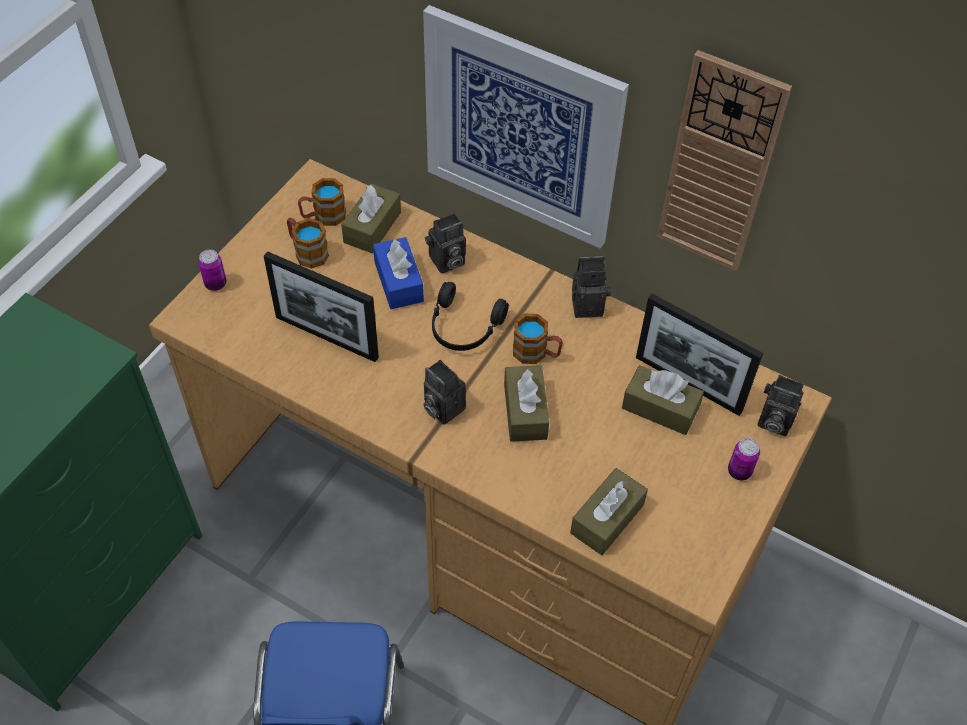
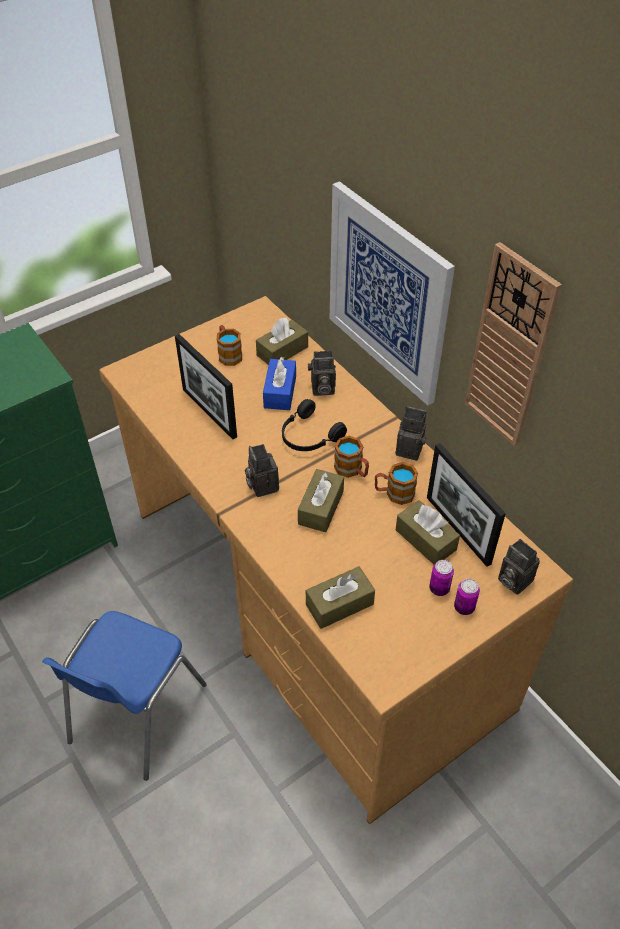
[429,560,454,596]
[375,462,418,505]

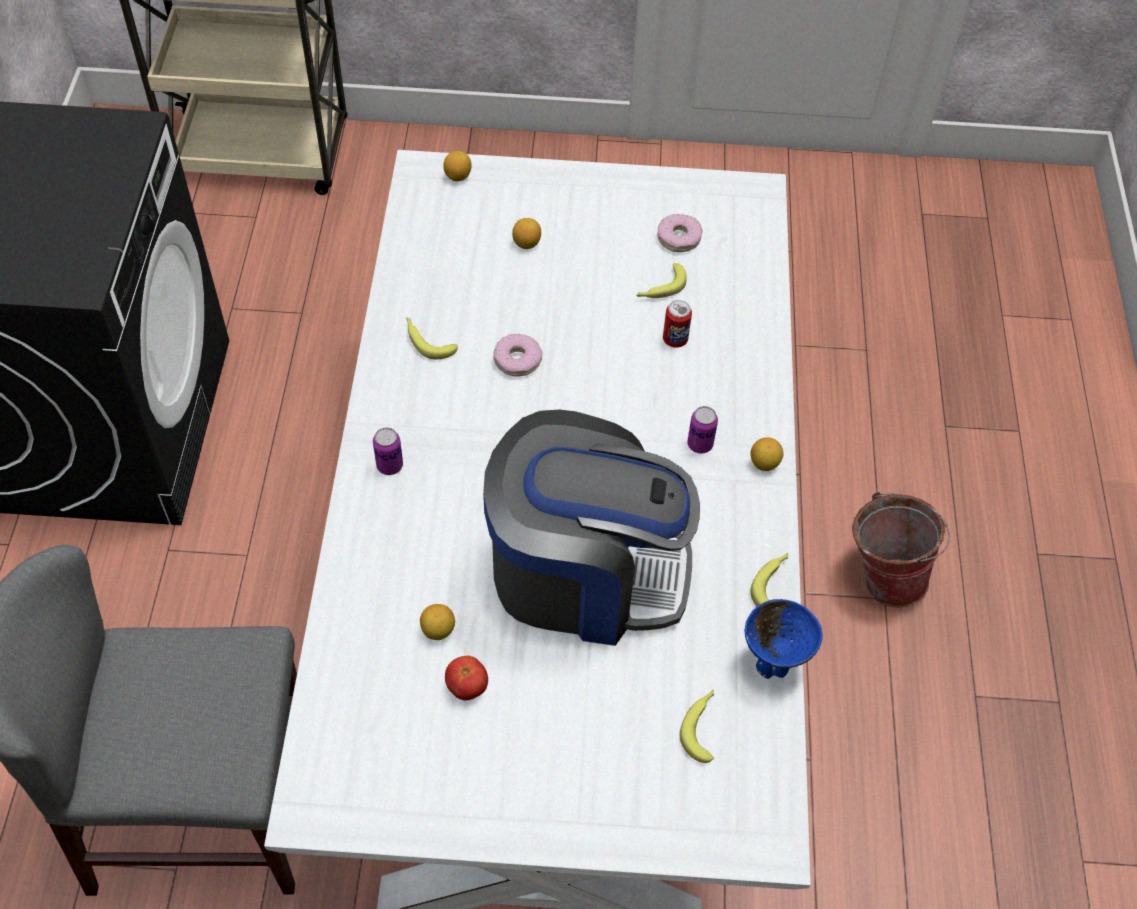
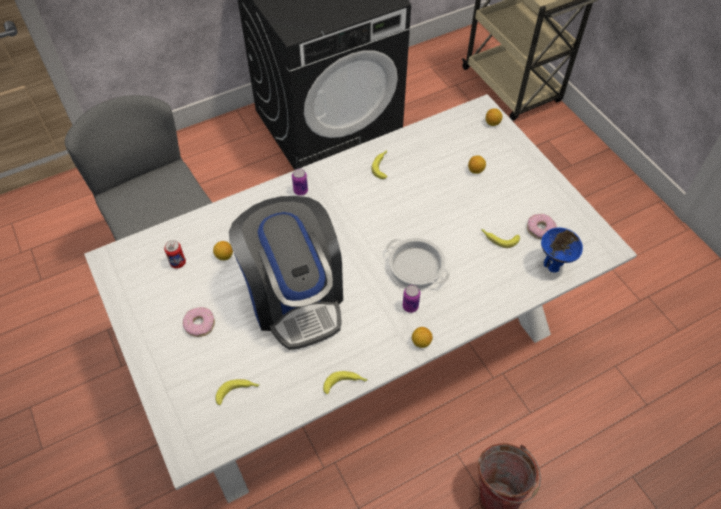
[445,656,488,700] (first image)
[183,307,215,337]
[164,240,186,269]
[541,228,583,272]
[386,238,450,289]

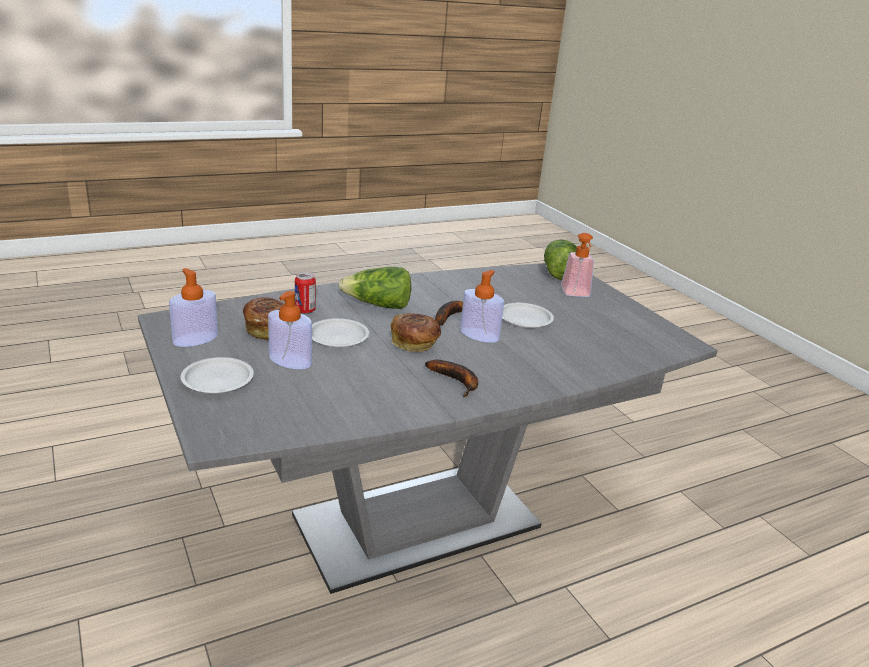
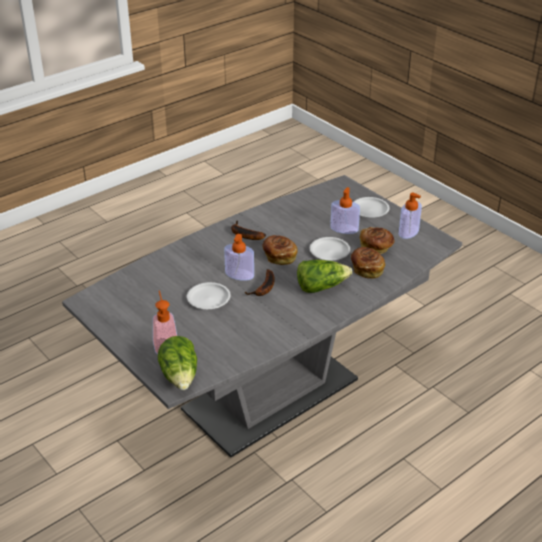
[351,247,385,279]

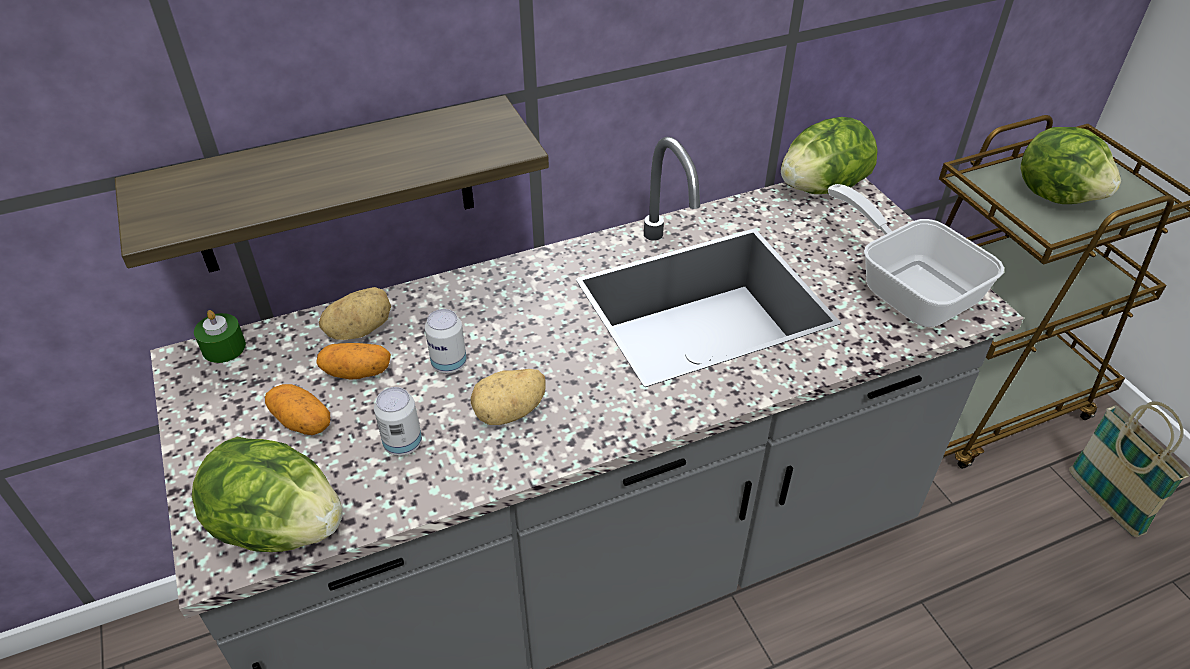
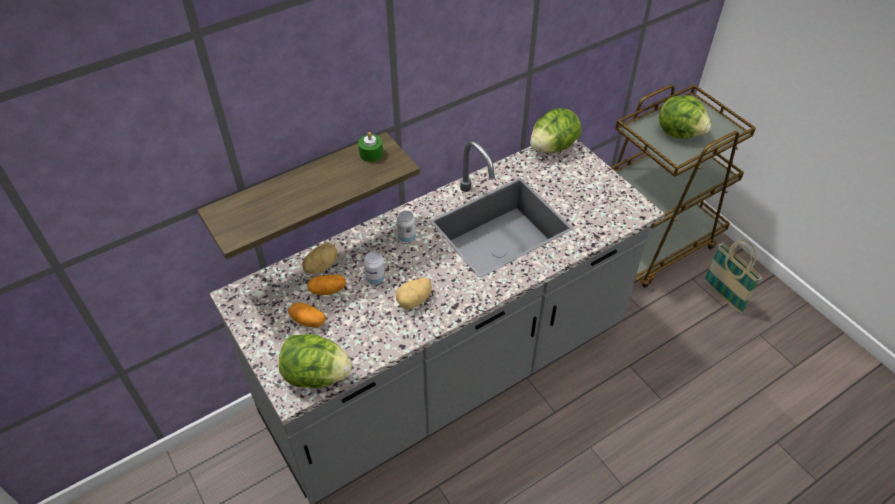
[358,132,383,162]
[397,211,416,243]
[828,184,1004,327] (first image)

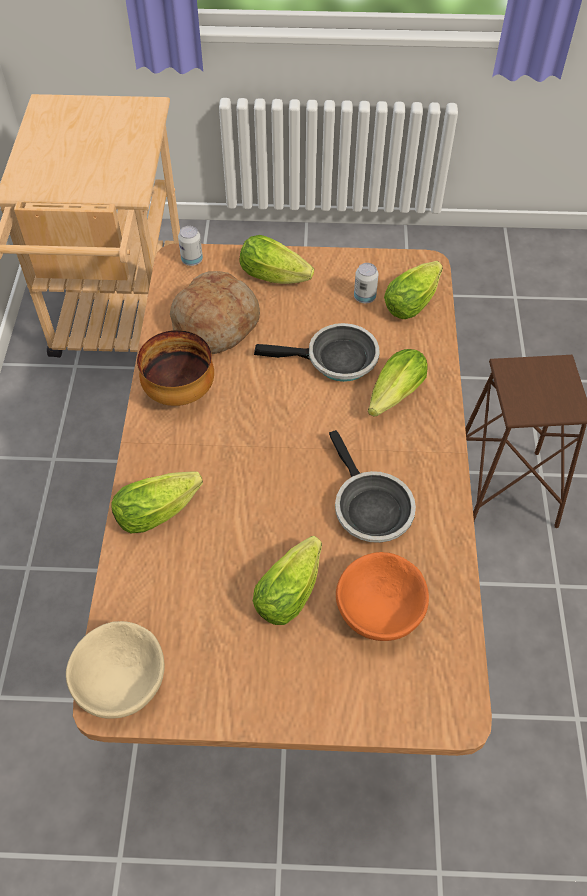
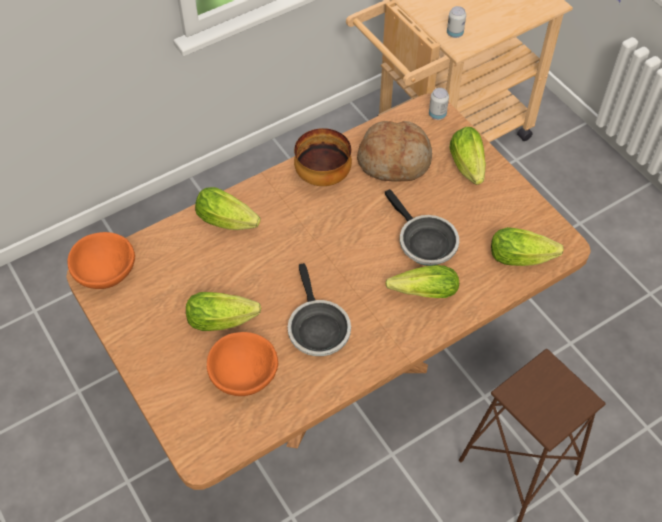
[68,232,135,289]
[288,263,351,356]
[447,6,466,38]

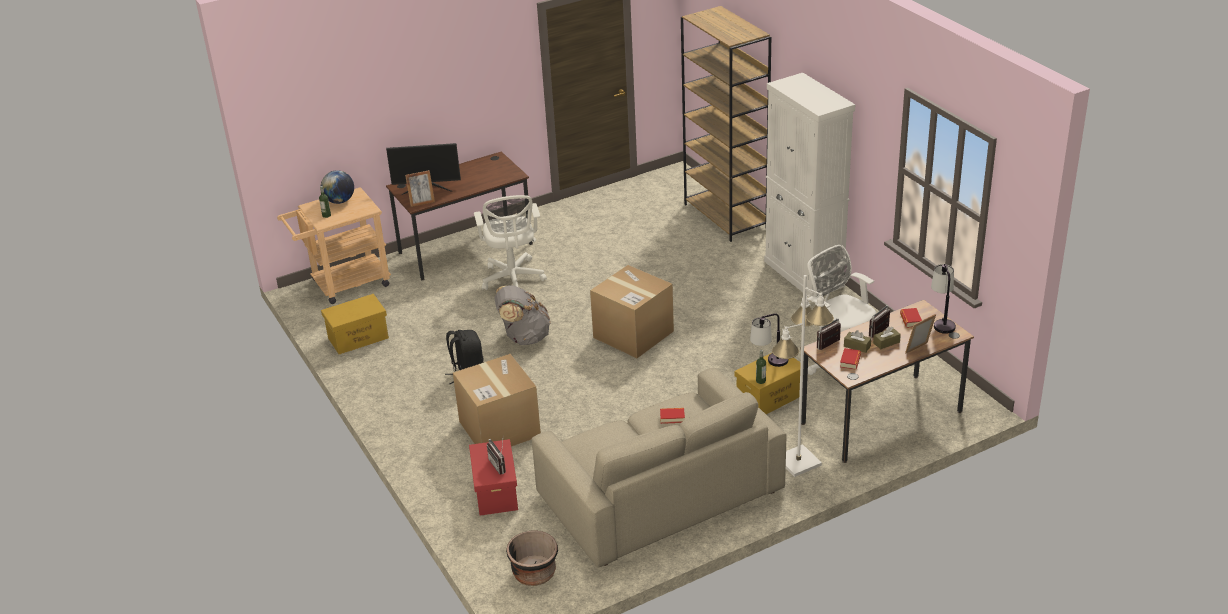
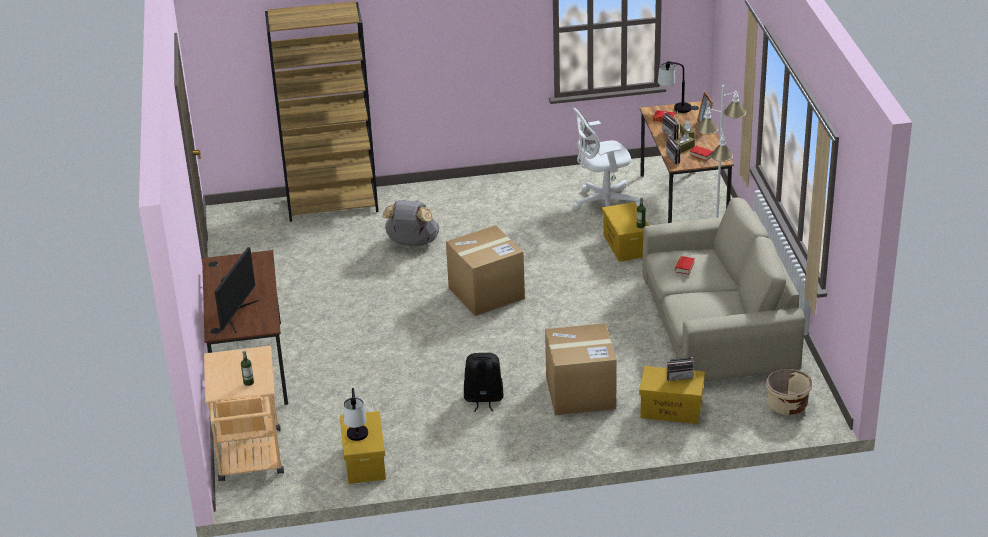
[321,171,354,204] (first image)
[405,170,435,207] (first image)
[639,366,705,424]
[474,195,547,290] (first image)
[382,200,439,246]
[766,369,812,415]
[344,388,368,441]
[764,73,855,297] (first image)

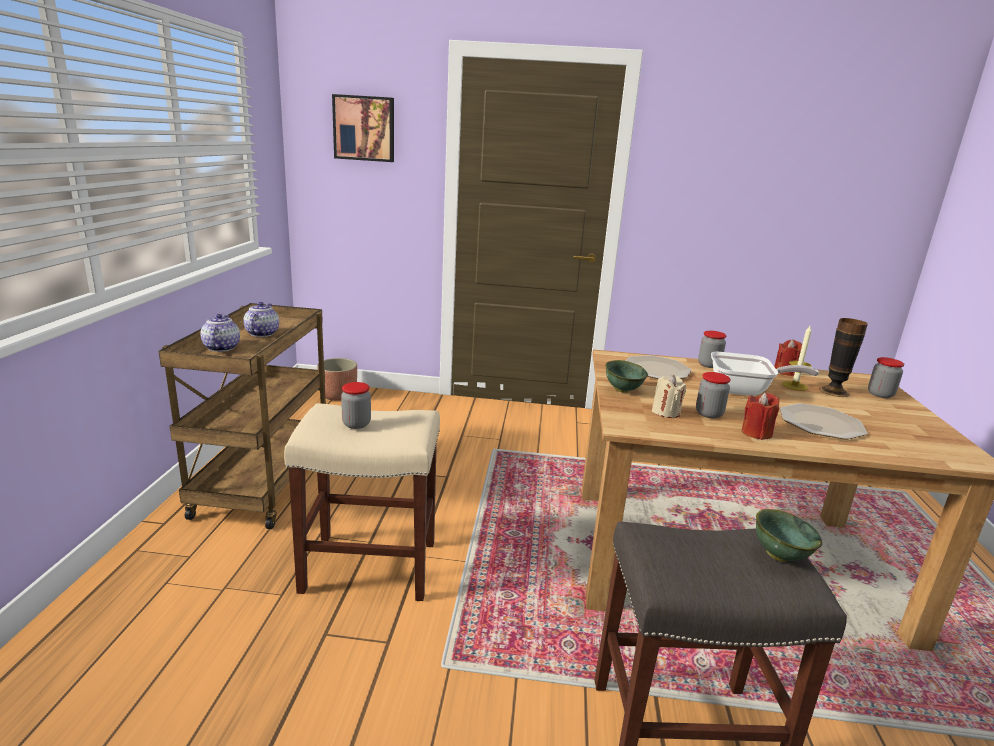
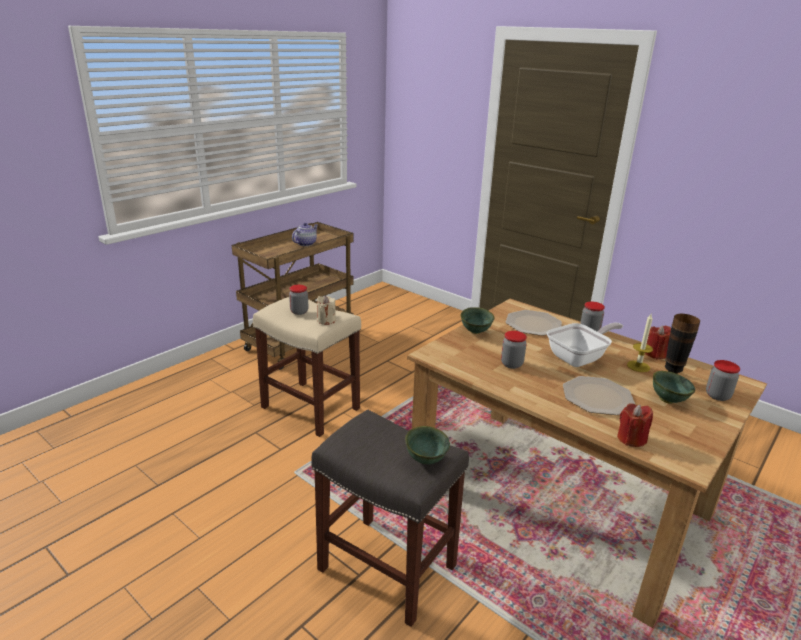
[200,314,240,352] (first image)
[317,358,357,401] (first image)
[332,94,394,162] (first image)
[317,296,336,325]
[547,323,623,367]
[617,403,653,447]
[653,371,695,404]

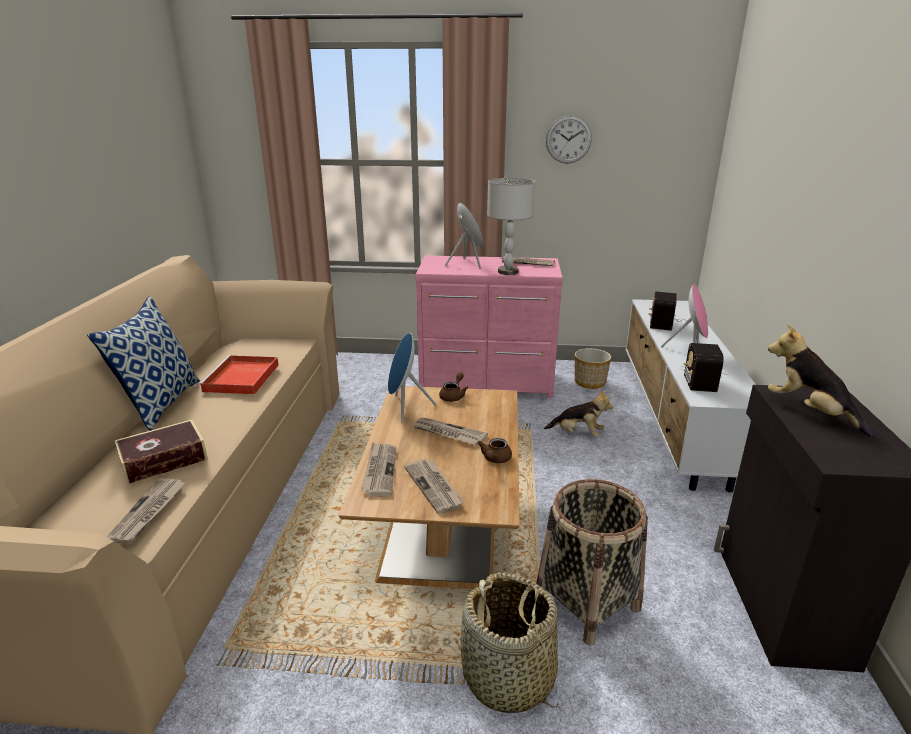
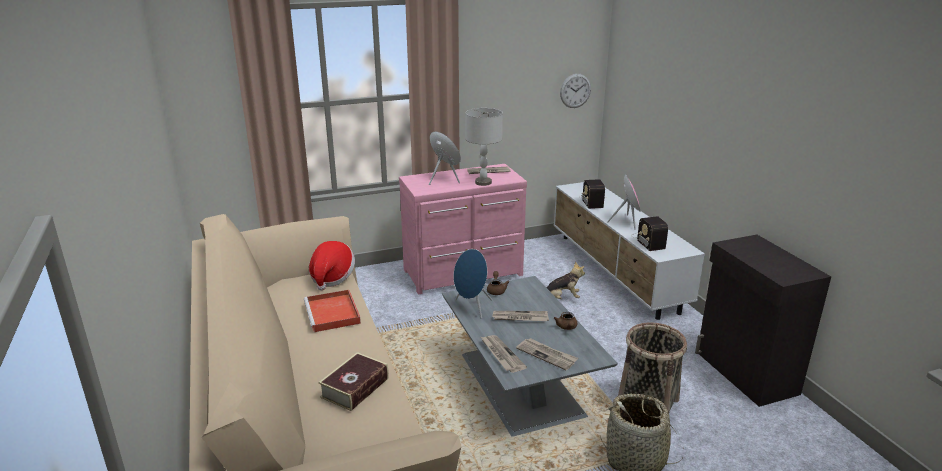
[87,296,200,431] (first image)
[107,479,185,543] (first image)
[442,276,618,437]
[560,74,591,108]
[574,348,611,389] (first image)
[768,324,873,436] (first image)
[309,241,355,290]

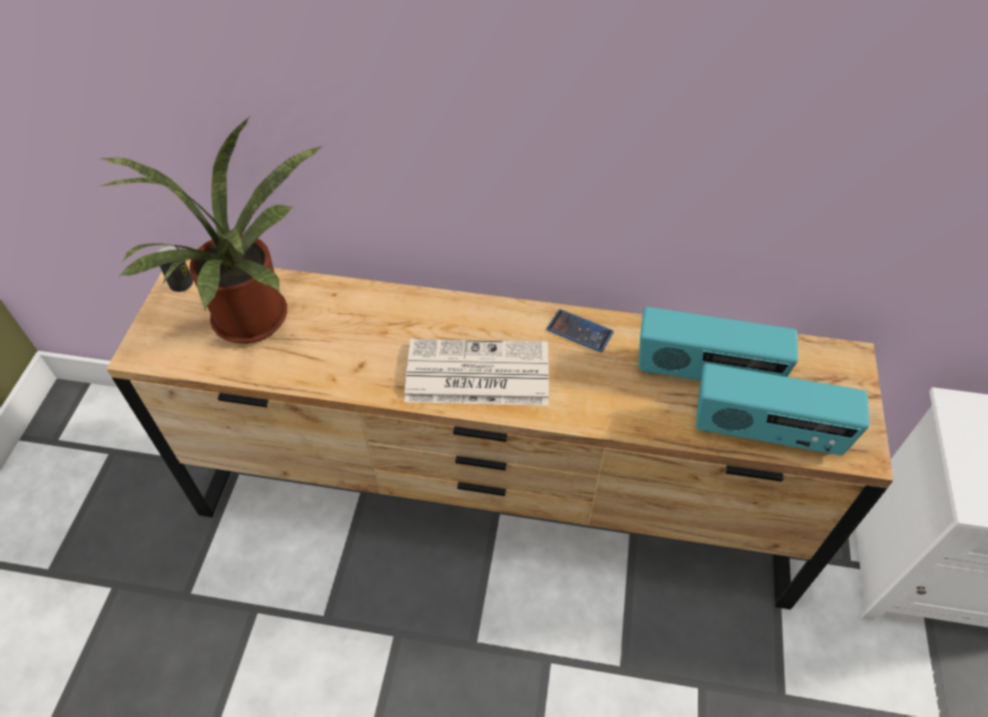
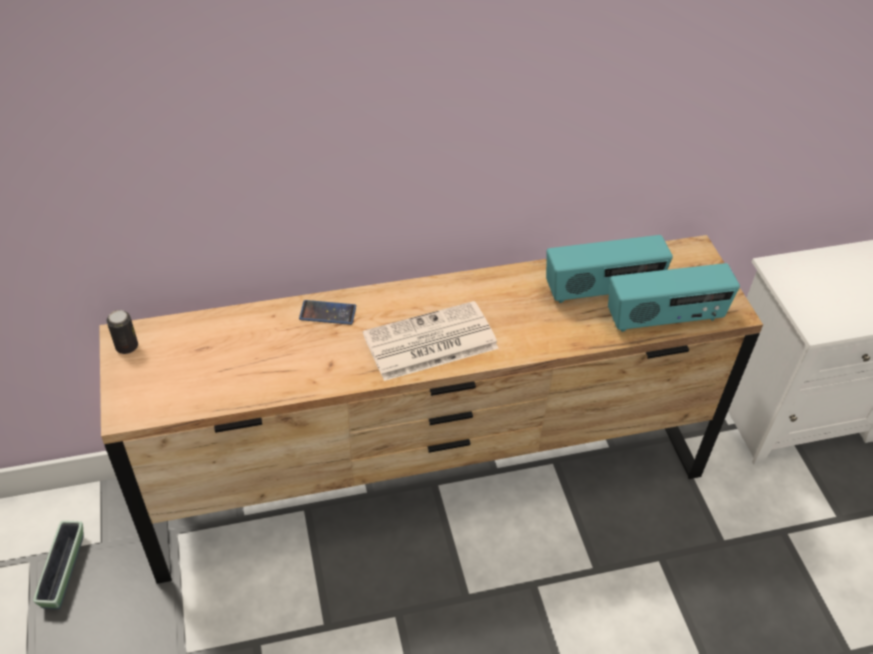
[101,118,321,344] (first image)
[299,300,356,325]
[33,520,84,610]

